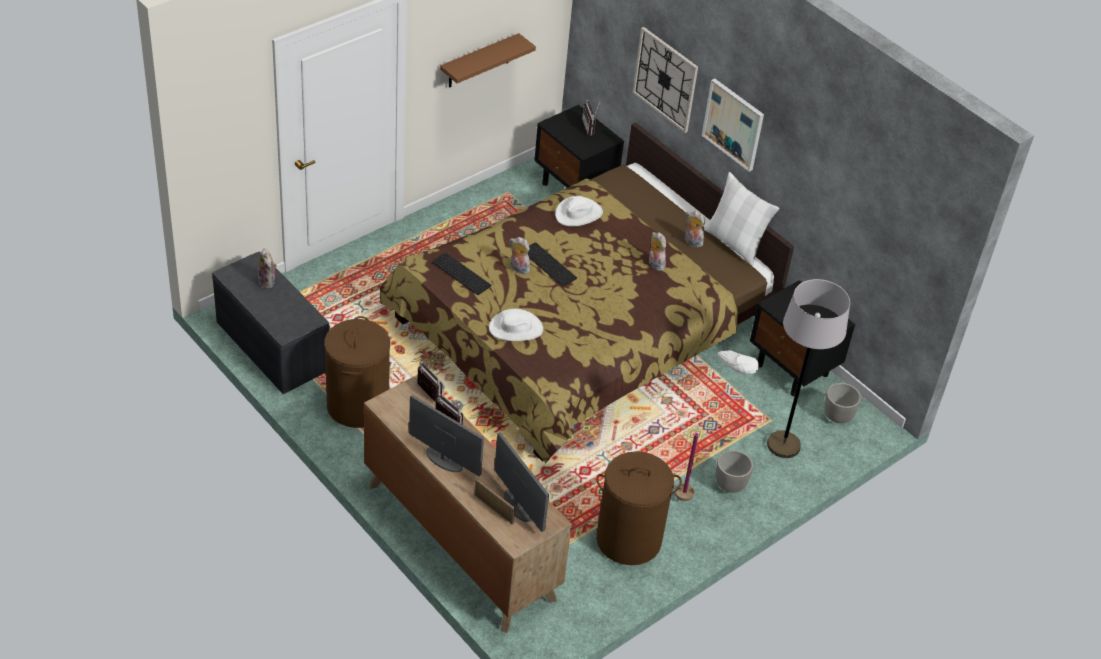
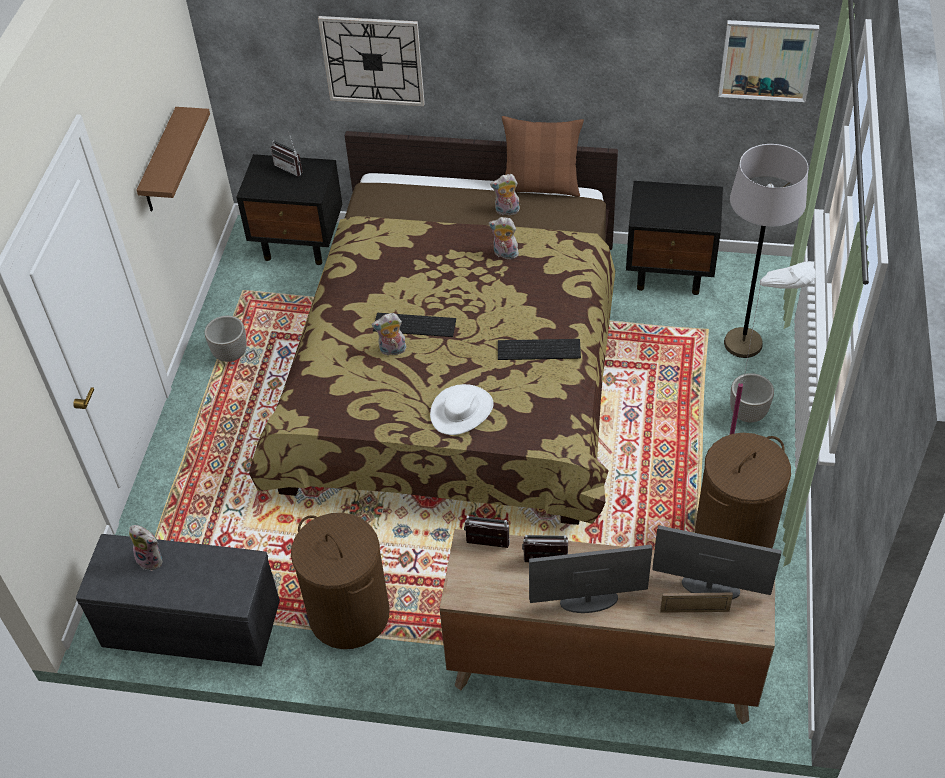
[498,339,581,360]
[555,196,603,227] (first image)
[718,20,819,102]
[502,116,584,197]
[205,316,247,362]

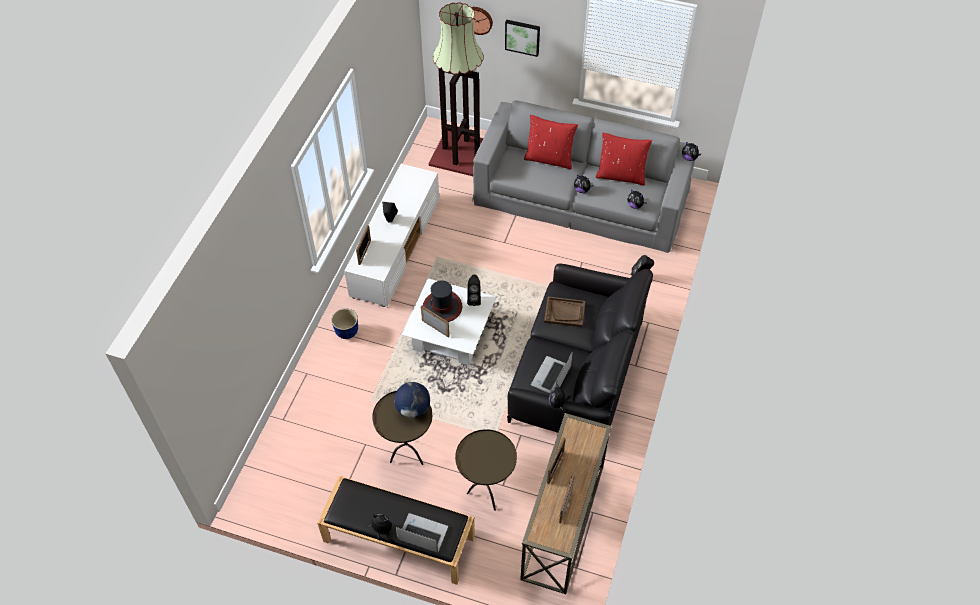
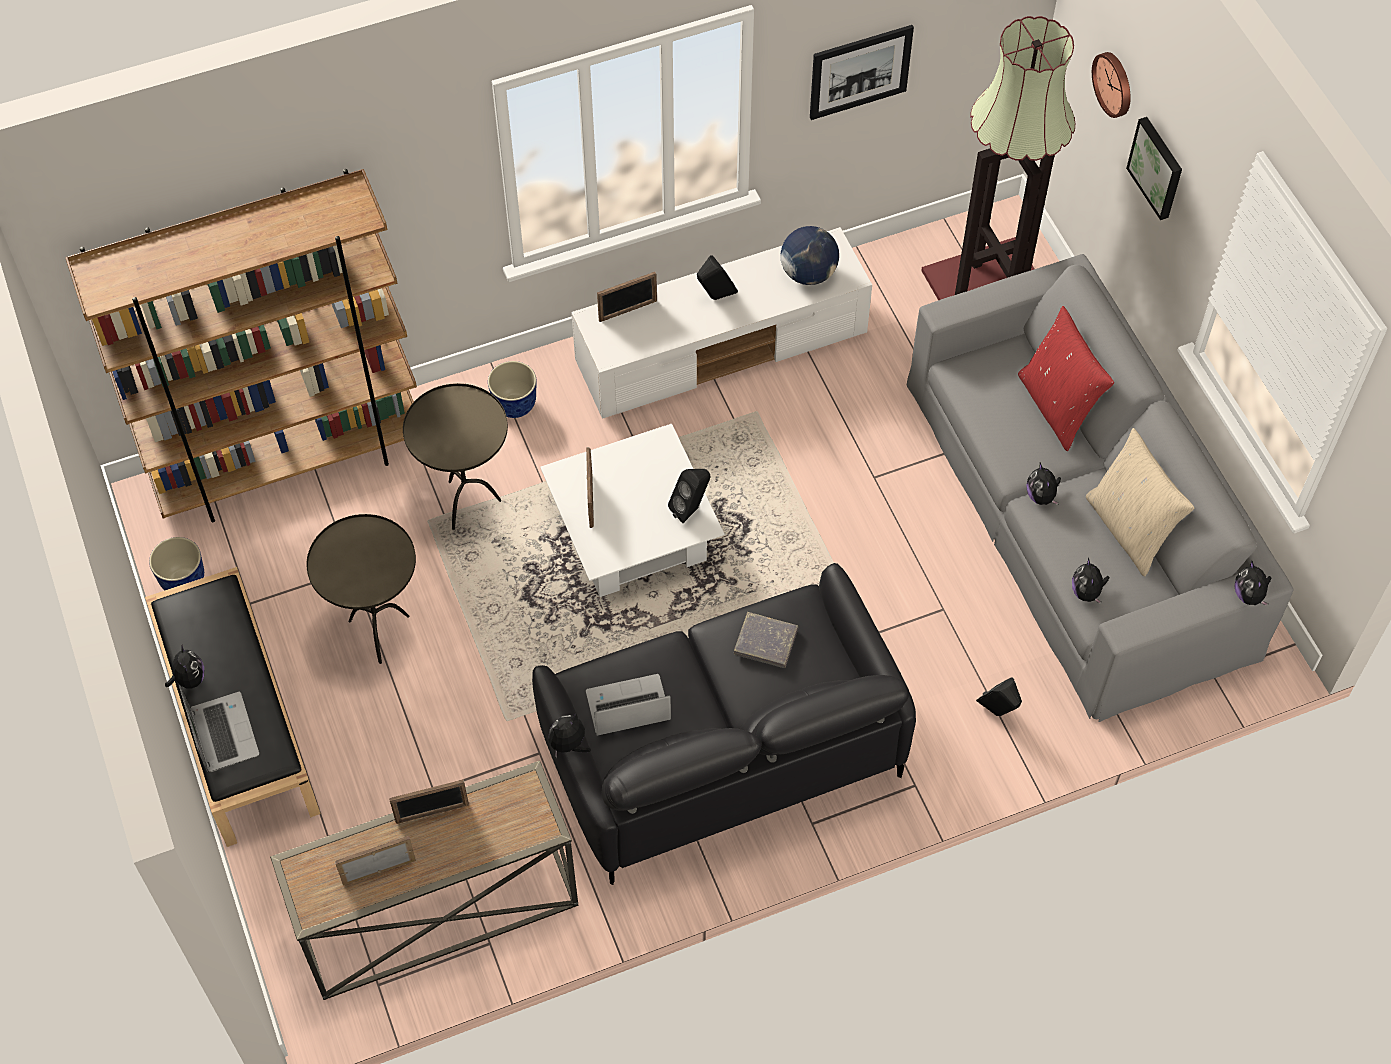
[781,226,839,285]
[423,280,462,322] (first image)
[403,383,508,530]
[734,612,798,668]
[1086,428,1194,577]
[65,169,417,522]
[149,537,204,590]
[810,25,914,120]

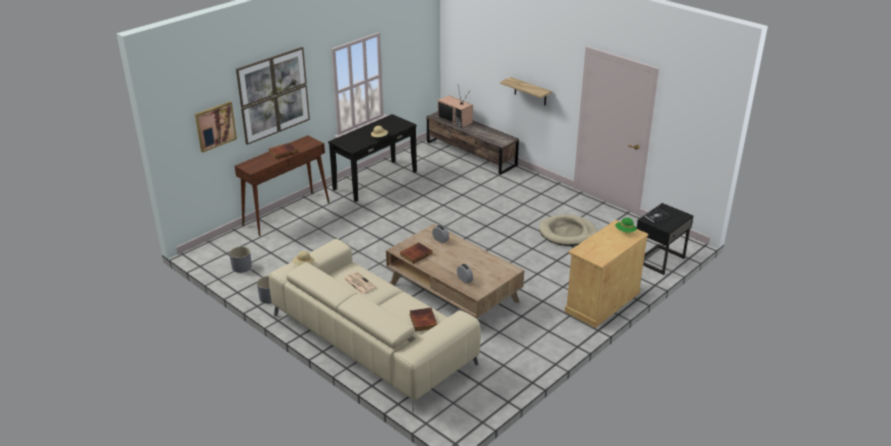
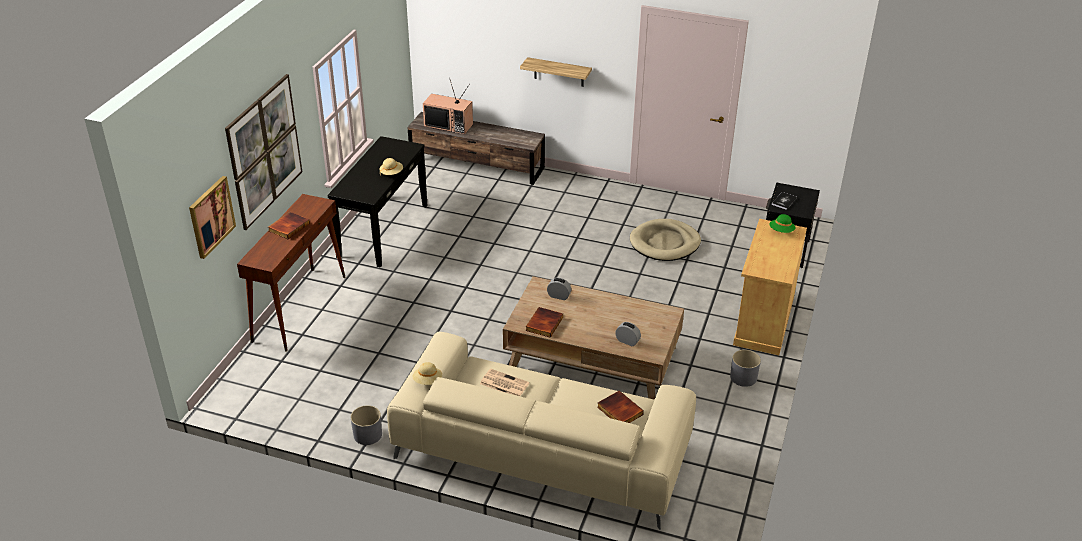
[730,350,761,387]

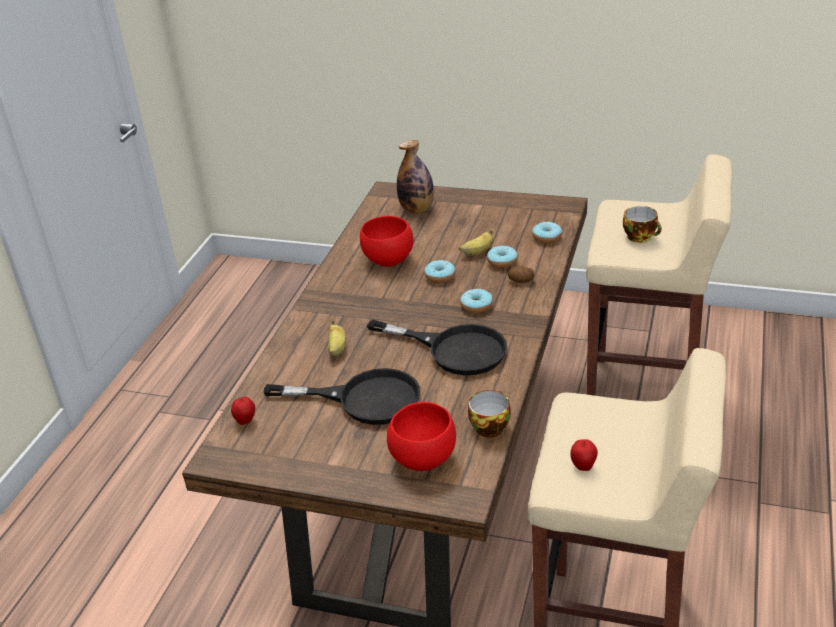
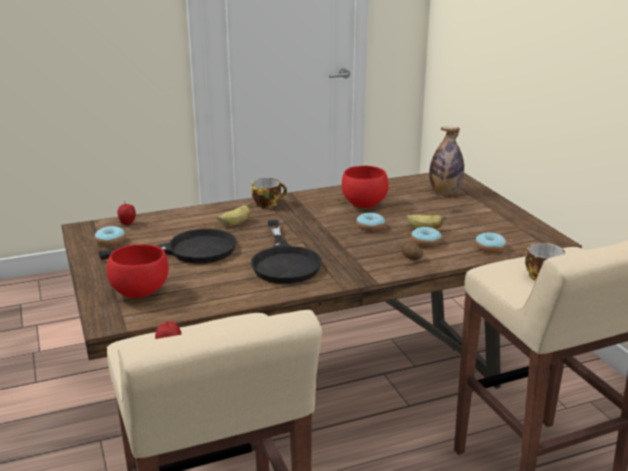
[99,229,237,264]
[95,226,125,246]
[251,178,287,208]

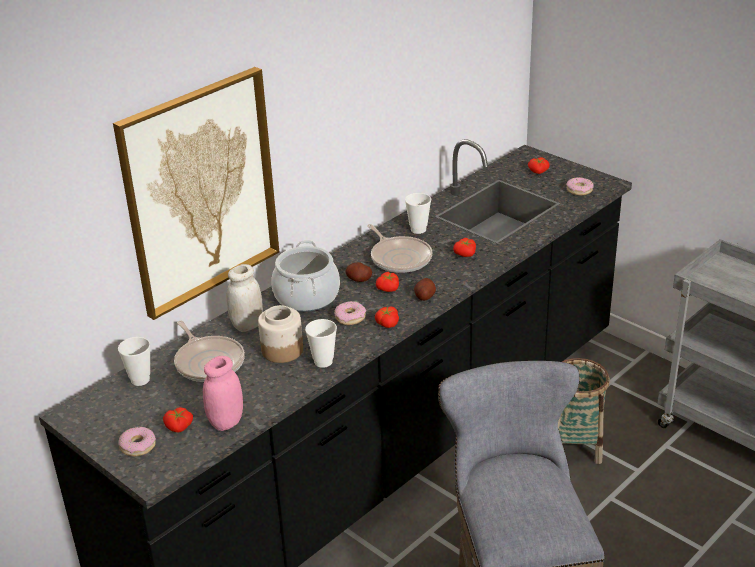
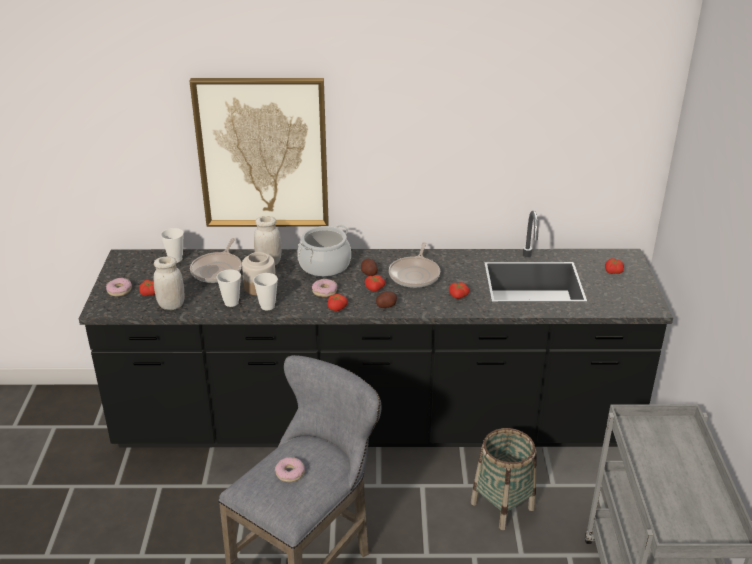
[154,256,184,310]
[217,269,241,307]
[275,457,305,482]

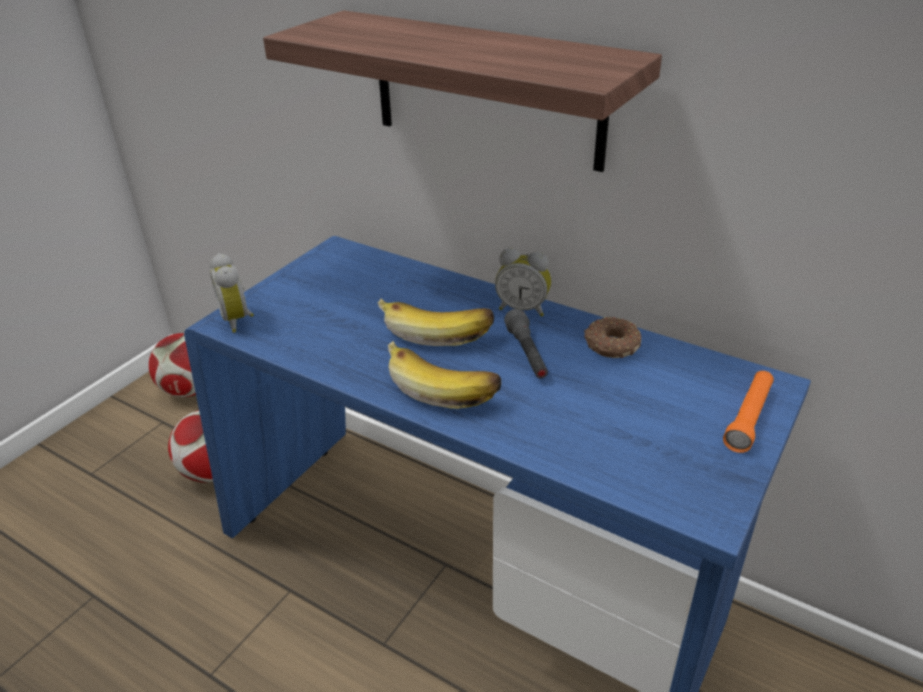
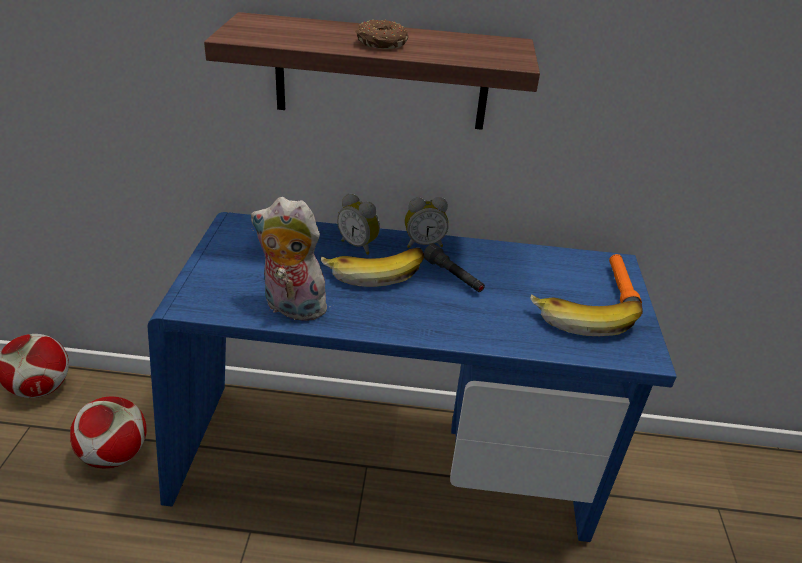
[337,193,380,255]
[530,294,643,336]
[355,20,408,49]
[251,197,327,321]

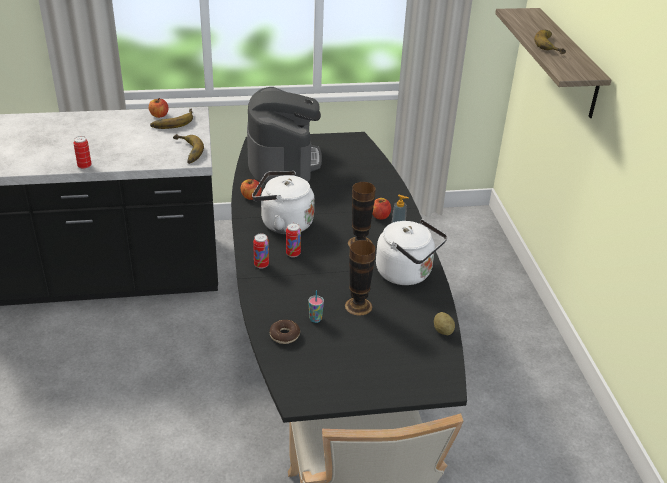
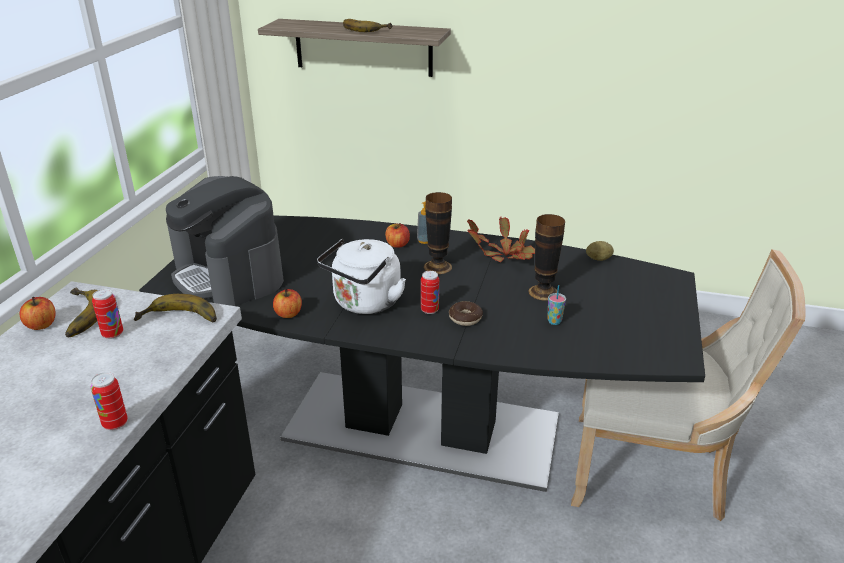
[166,176,284,306]
[92,289,123,339]
[449,301,483,326]
[467,216,535,263]

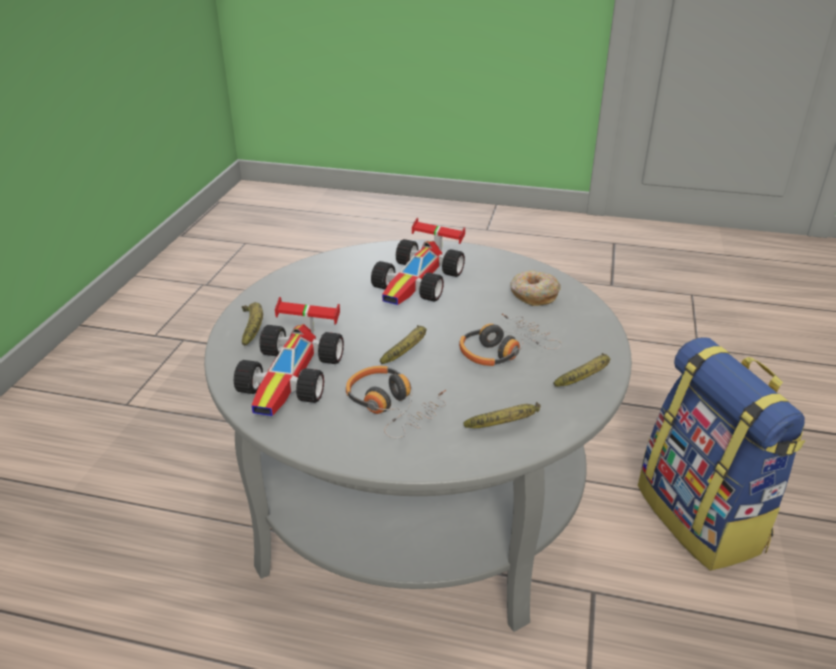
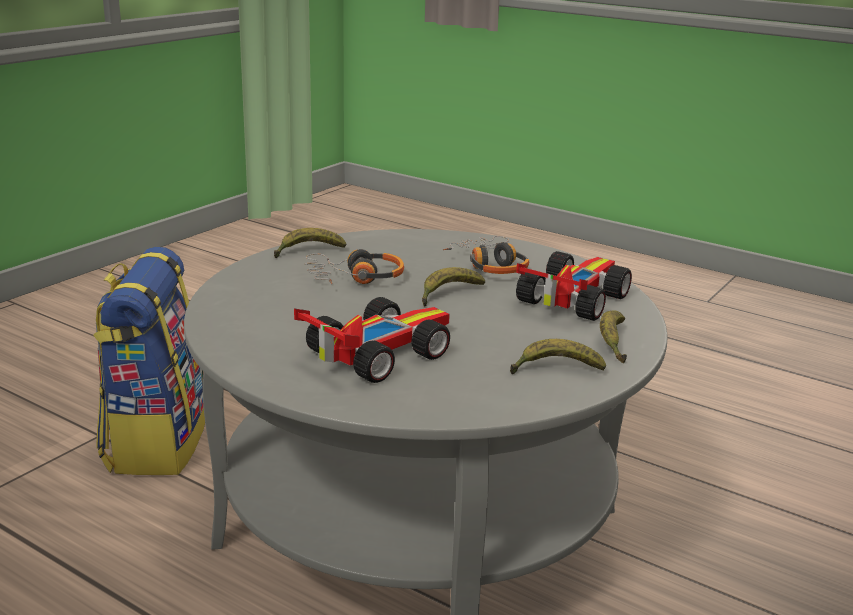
[510,339,606,374]
[510,271,560,306] (first image)

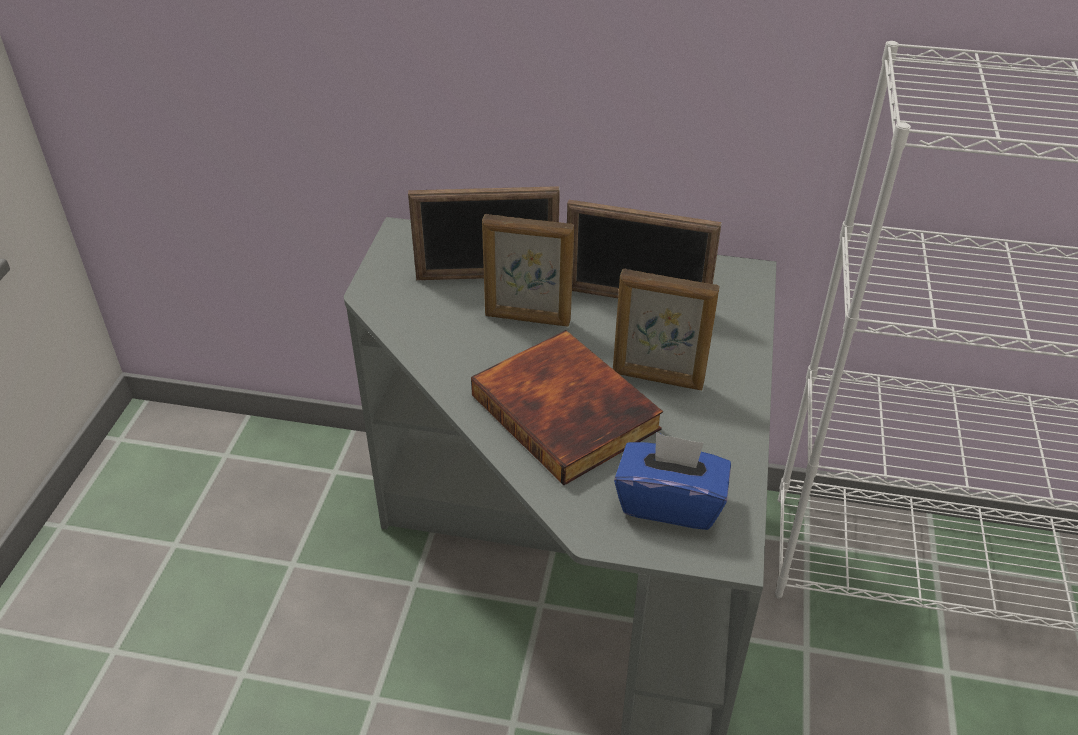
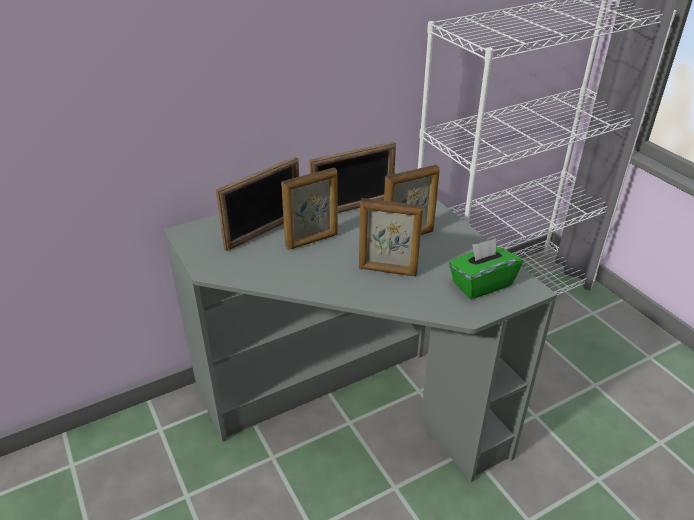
[359,198,424,276]
[449,238,523,299]

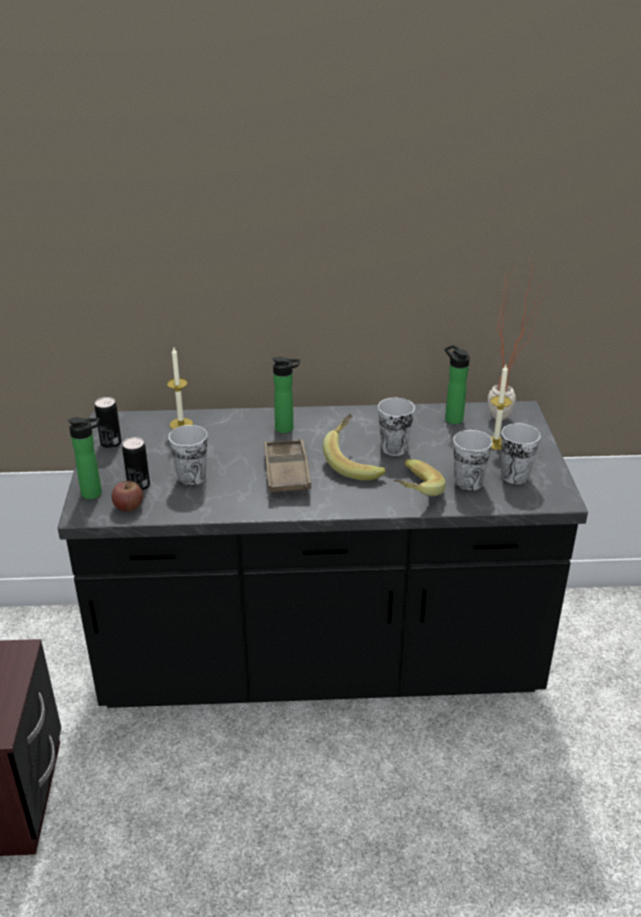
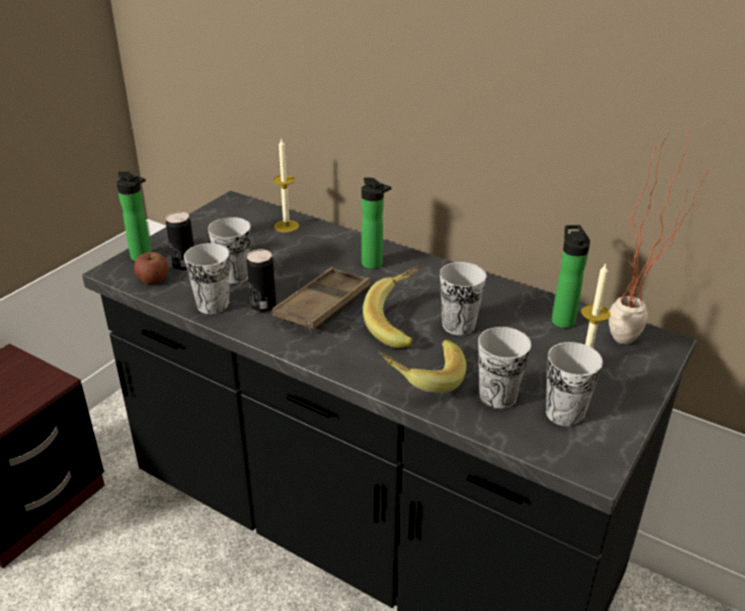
[247,249,276,312]
[184,243,230,314]

